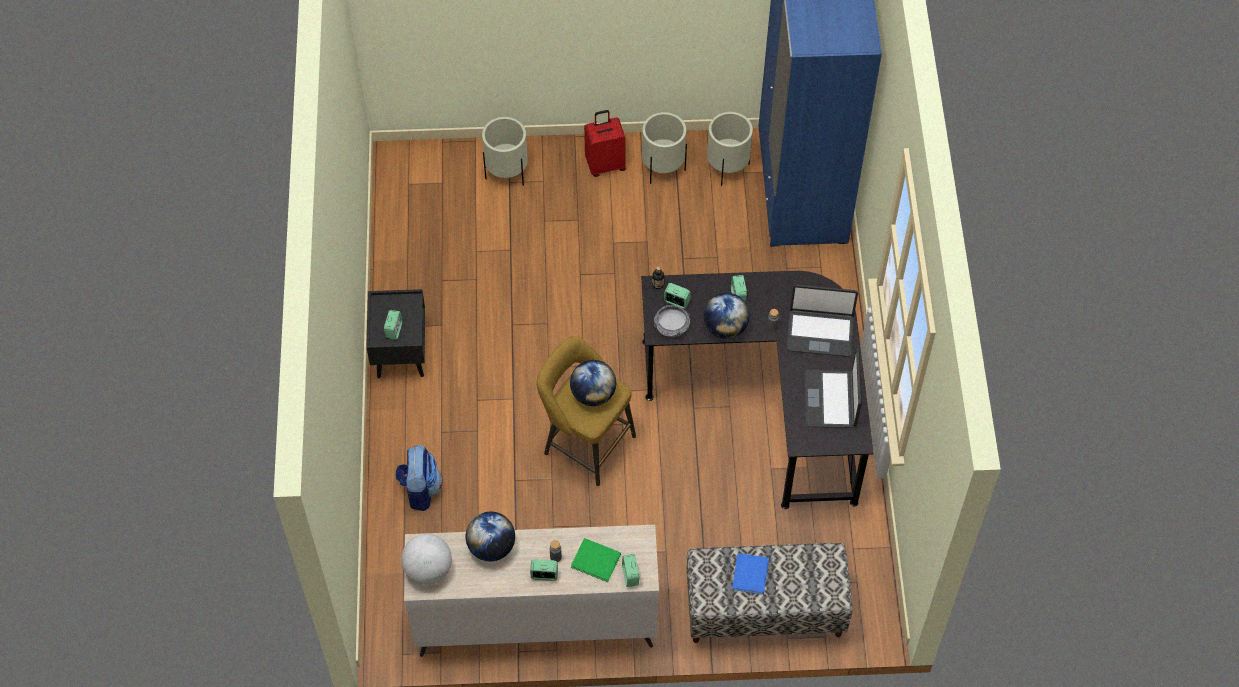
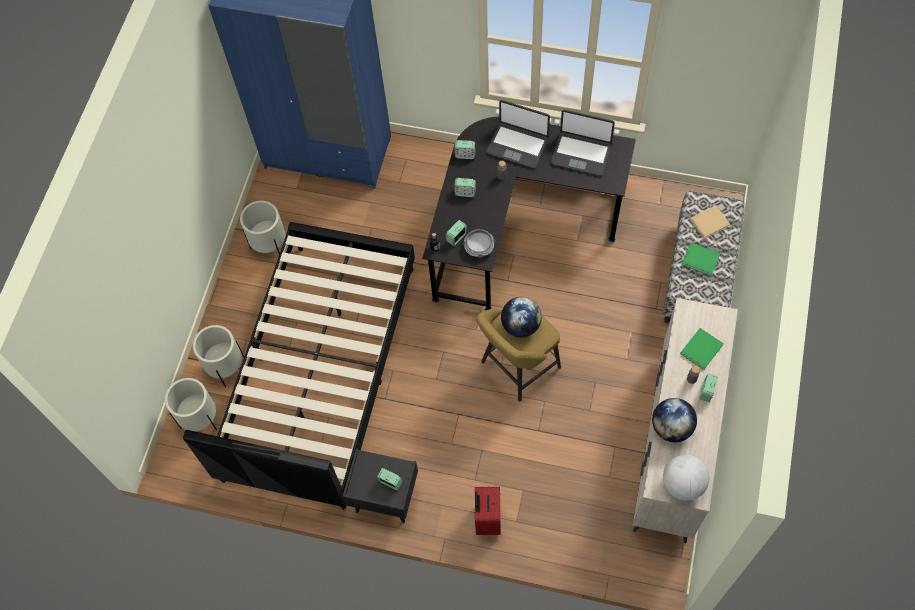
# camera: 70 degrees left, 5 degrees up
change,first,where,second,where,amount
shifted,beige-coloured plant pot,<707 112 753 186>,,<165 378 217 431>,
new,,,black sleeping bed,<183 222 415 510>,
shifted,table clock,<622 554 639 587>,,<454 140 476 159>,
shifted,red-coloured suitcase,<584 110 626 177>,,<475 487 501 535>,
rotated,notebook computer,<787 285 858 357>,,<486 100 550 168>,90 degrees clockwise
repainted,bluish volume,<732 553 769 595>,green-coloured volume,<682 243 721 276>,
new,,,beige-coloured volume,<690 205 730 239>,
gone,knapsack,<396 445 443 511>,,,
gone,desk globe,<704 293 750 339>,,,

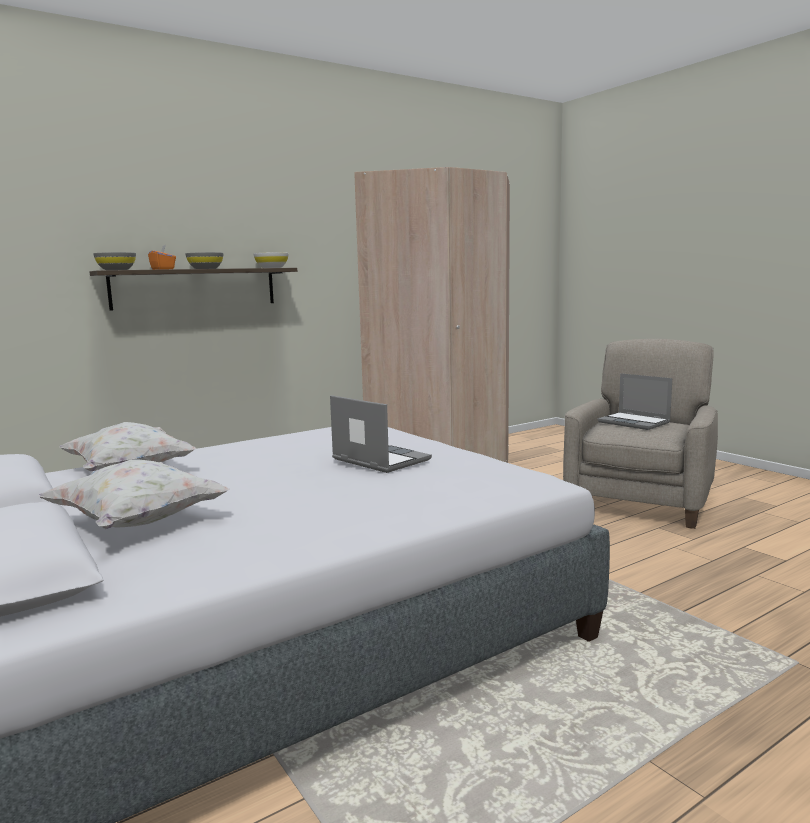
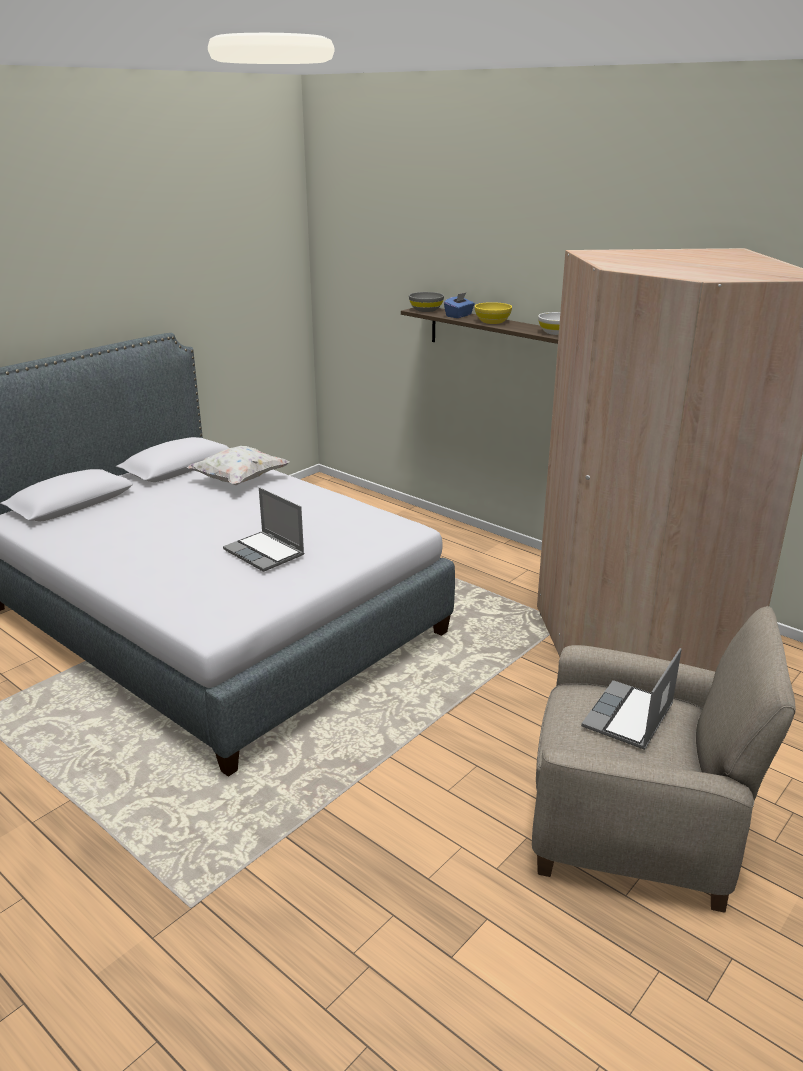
# camera: 75 degrees right, 15 degrees up
change,first,where,second,where,amount
rotated,notebook computer,<330 395 432 473>,,<223 487 304 572>,105 degrees clockwise
repainted,orangey box of tissues,<148 245 176 270>,bluish box of tissues,<444 293 475 318>,
repainted,gray deep dish,<186 252 223 269>,yellowish deep dish,<475 302 512 324>,
gone,whitish cushion,<39 460 229 529>,,,

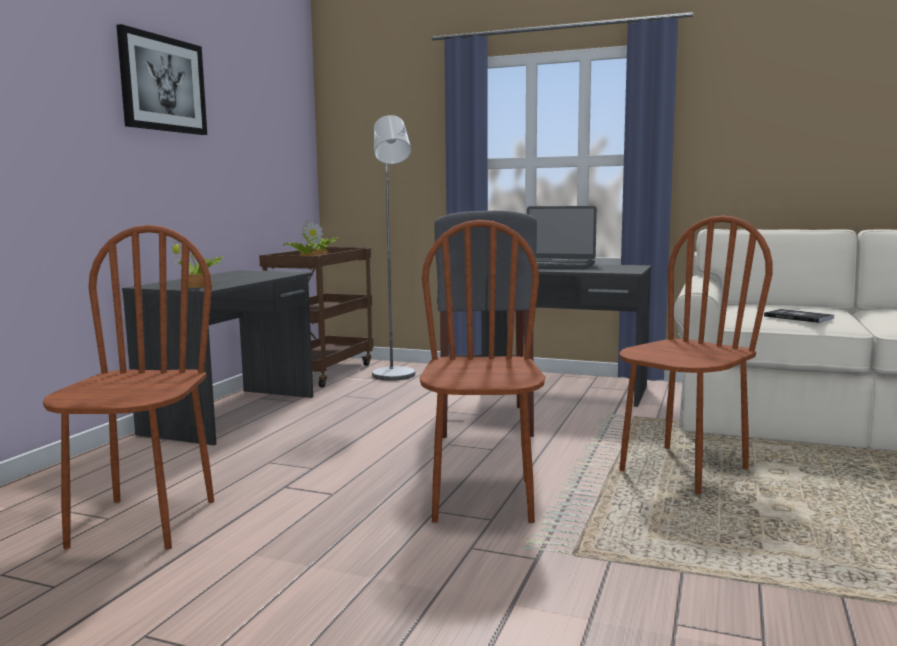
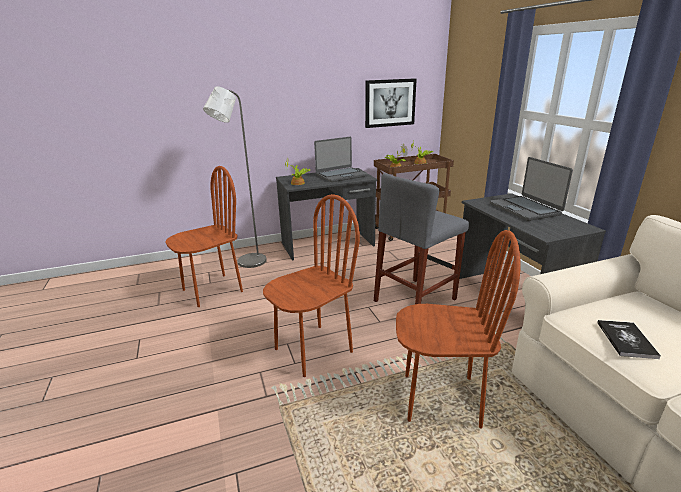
# camera: 50 degrees right, 15 degrees up
change,first,where,second,where,amount
shifted,gray floor lamp,<372 115 415 381>,,<203 86 267 268>,
new,,,notebook computer,<314 137 368 182>,
shifted,picture,<116 24 207 135>,,<365 78 417 128>,

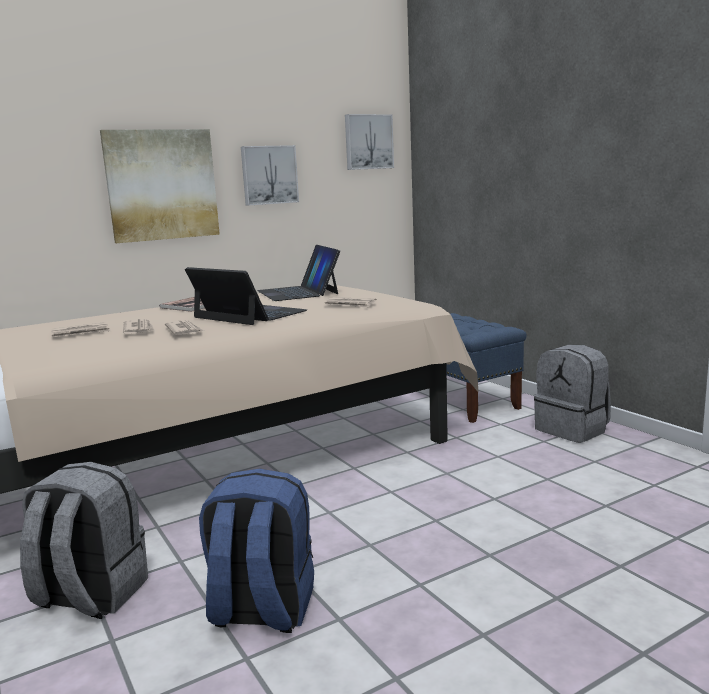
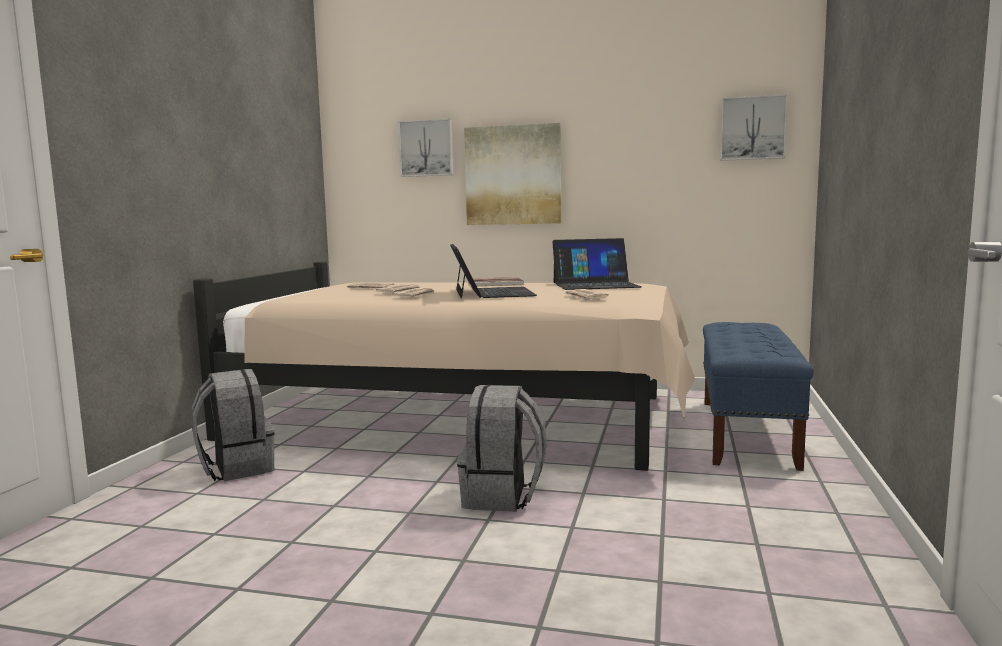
# camera: 45 degrees right, 5 degrees down
change,first,where,second,where,amount
shifted,picture,<241 145 299 206>,,<398 119 454 177>,
shifted,gray knapsack,<534 345 611 443>,,<457 385 547 512>,
rotated,notebook computer,<257 245 340 301>,,<552 238 642 290>,120 degrees counterclockwise
gone,bluish knapsack,<199 469 314 633>,,,

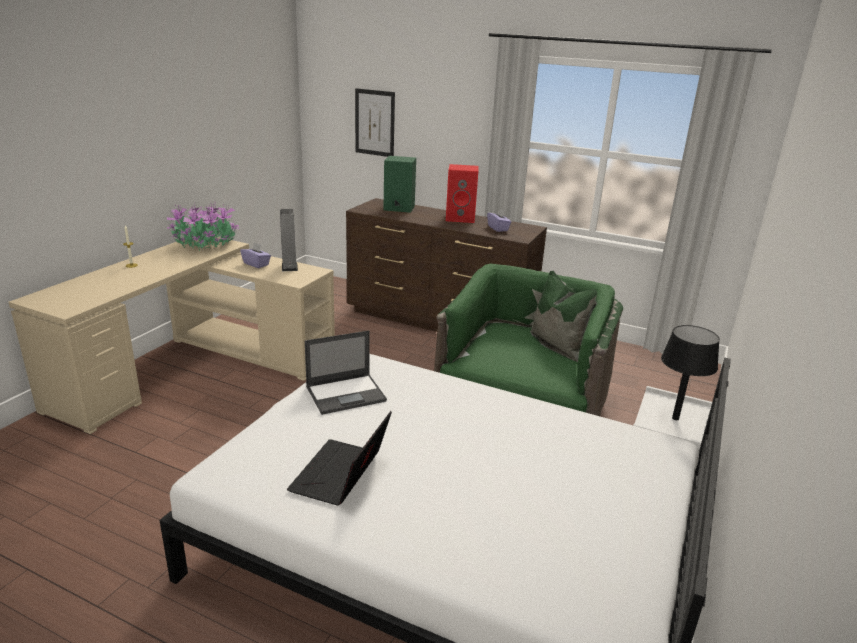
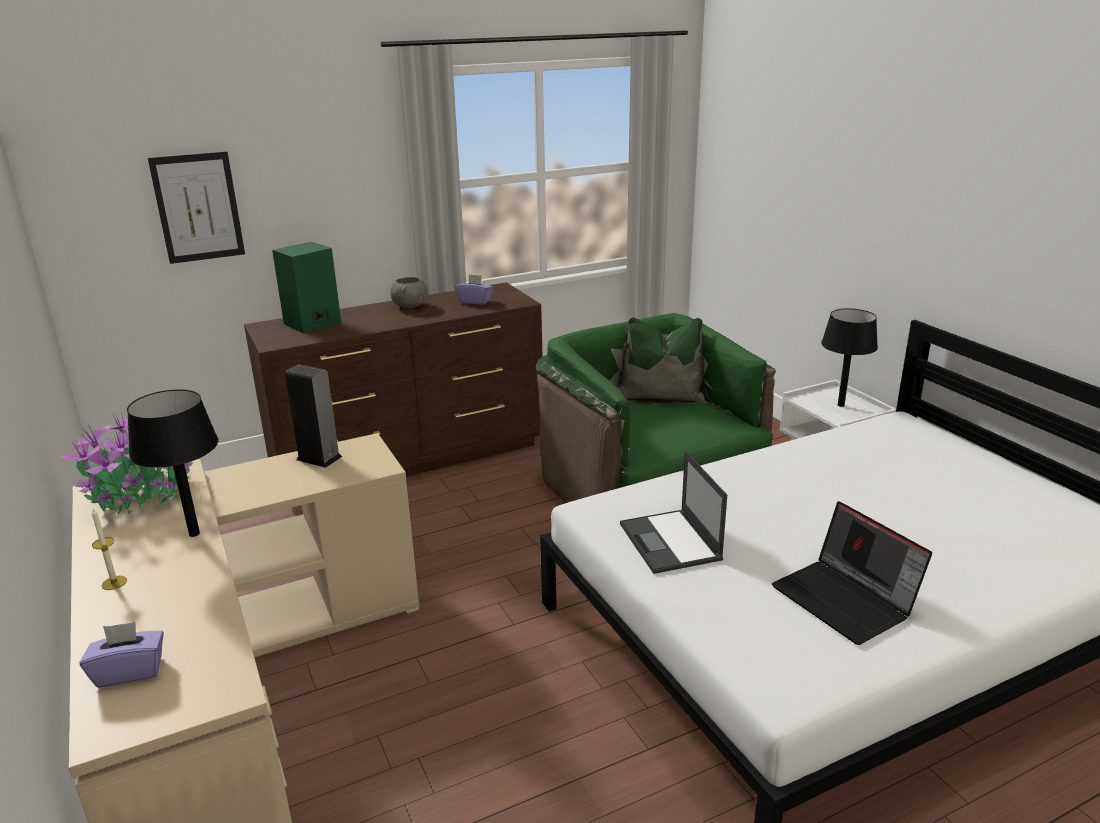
# camera: 50 degrees left, 0 degrees up
change,first,where,second,where,amount
shifted,purplish box of tissues,<240 243 271 268>,,<79 622 164 688>,
new,,,black lamp for a table,<127 389 218 537>,
swapped,red-coloured audio speaker,<446 164 479 223>,gray deep dish,<390 277 428 308>,
rotated,notebook computer,<305 330 387 415>,,<620 451 727 574>,150 degrees clockwise

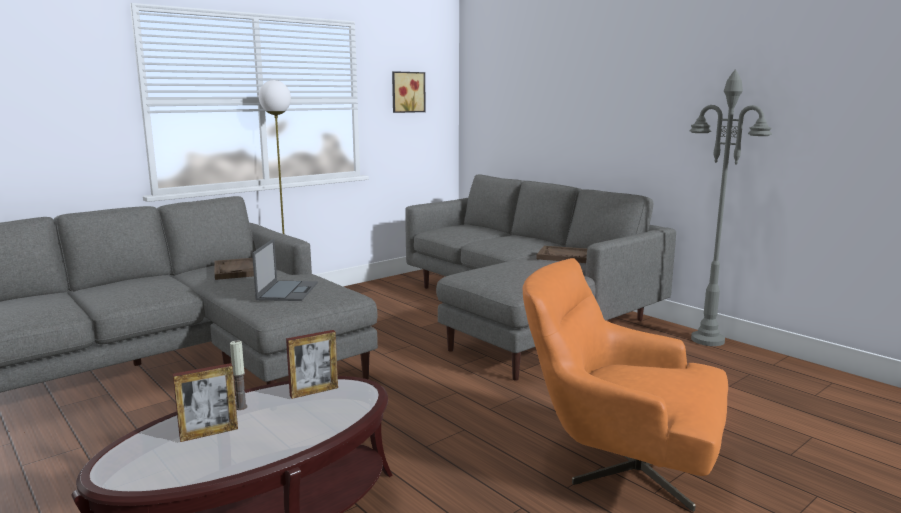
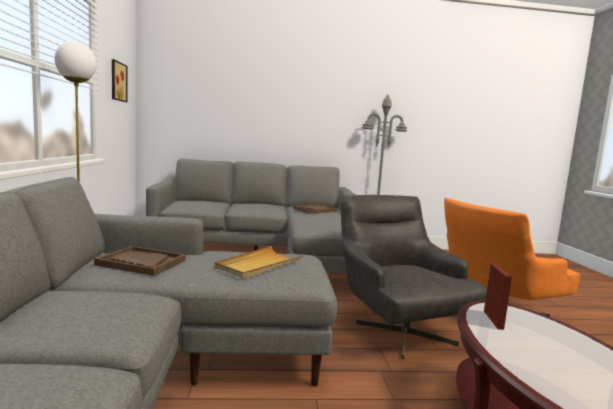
# camera: 55 degrees left, 5 degrees down
change,first,where,second,where,amount
swapped,notebook computer,<252 239 318 301>,beige-coloured serving tray,<215 246 303 279>,
new,,,gray easy chair,<340 195 487 359>,
gone,photo frame,<173 363 238 442>,,,
gone,wax candle,<230 340 248 410>,,,

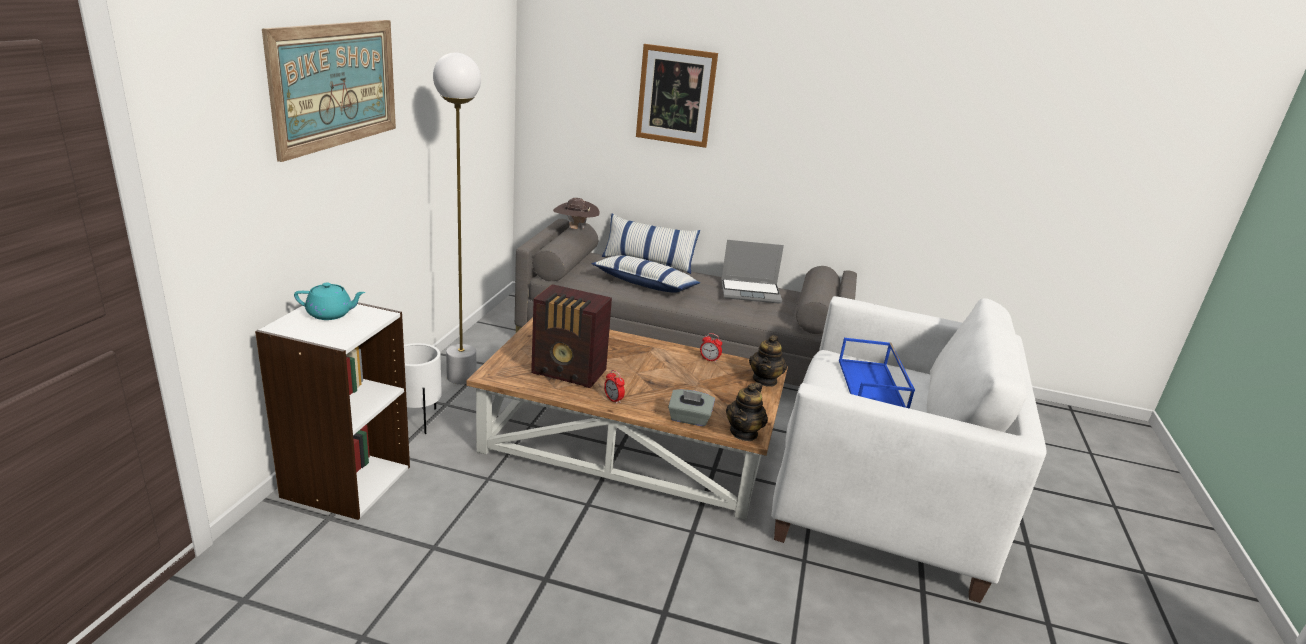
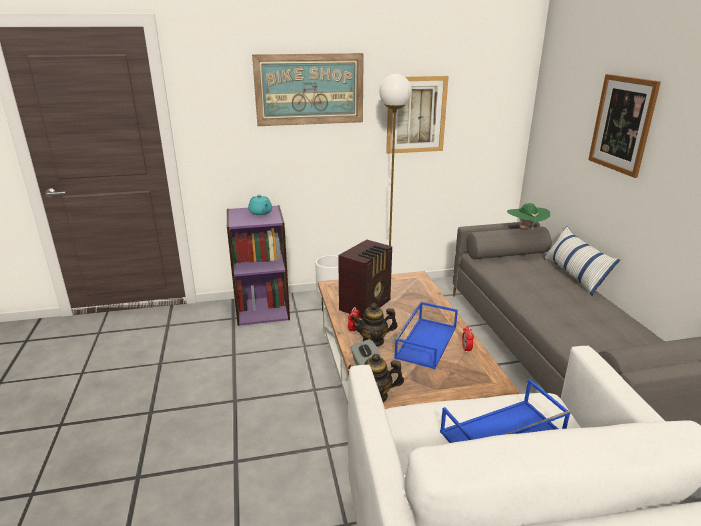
# camera: 65 degrees right, 0 degrees up
change,first,where,second,where,amount
repainted,whitish shelving unit,<255 302 410 520>,purplish shelving unit,<227 205 290 326>,
rotated,radio,<531 284 612 388>,,<338 240 393 319>,135 degrees counterclockwise
shifted,pot for tea,<749 335 787 387>,,<350 303 398 347>,
new,,,picture,<386 76 449 154>,
new,,,bluish serving tray,<394 302 458 369>,
repainted,brown wearable hat,<553 198 600 229>,green-coloured wearable hat,<507 203 550 230>,
gone,cushion,<591 255 700 293>,,,
gone,notebook computer,<721 240 784 304>,,,

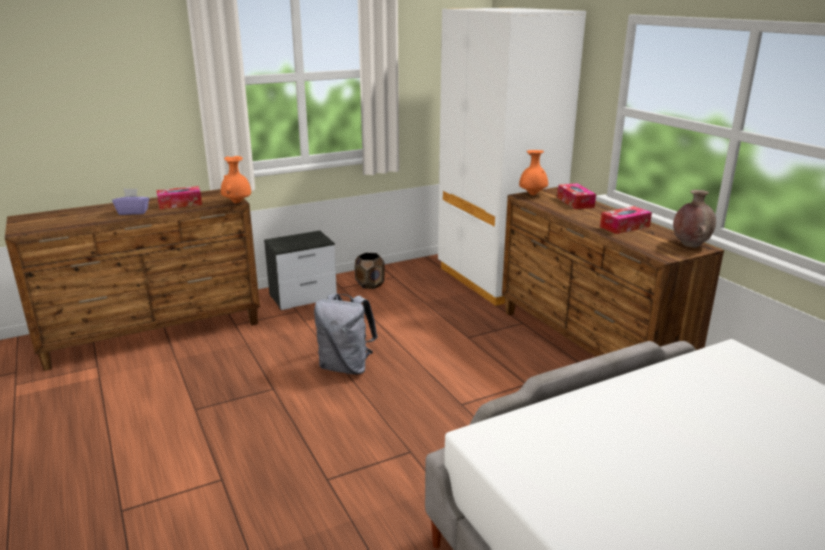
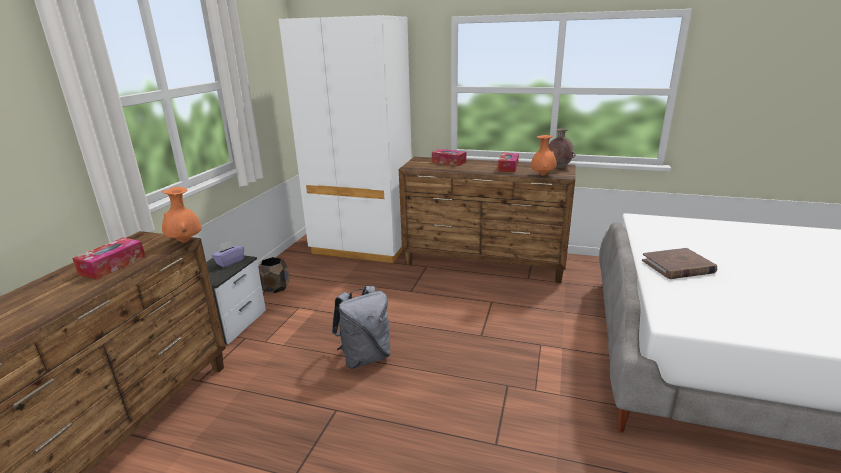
# camera: 45 degrees left, 0 degrees up
change,first,where,second,where,amount
shifted,purplish box of tissues,<112 188 149 215>,,<212 241 244 267>,
shifted,orangey flower vase,<519 150 548 195>,,<530 135 557 176>,
new,,,brown volume,<642 248 717 279>,

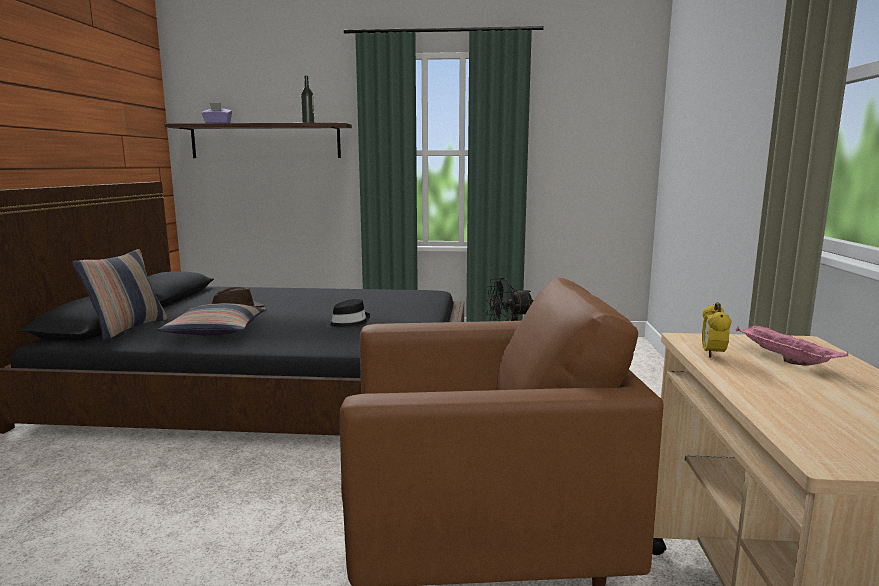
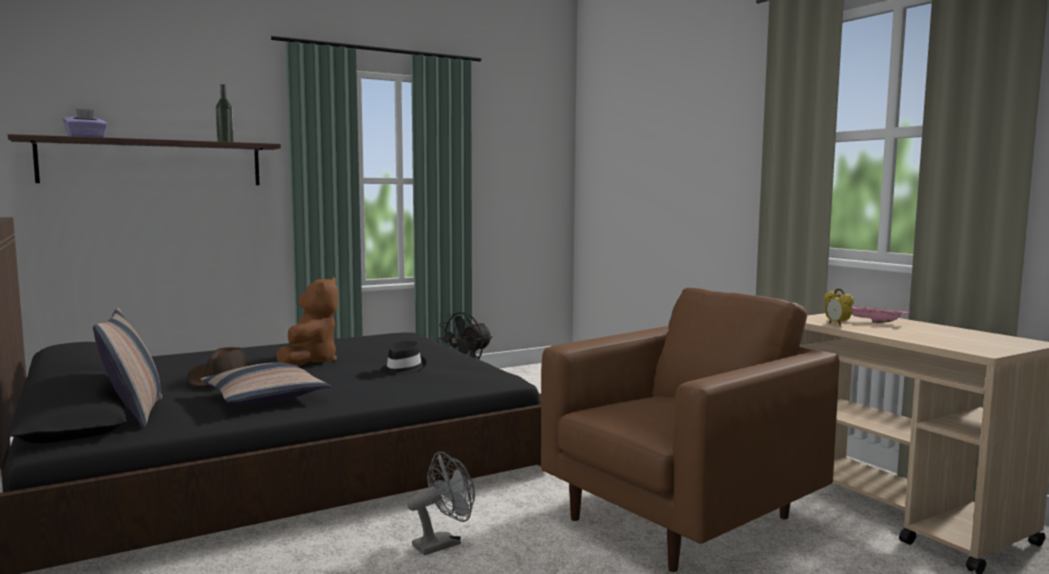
# camera: 35 degrees left, 5 degrees down
change,first,where,second,where,amount
new,,,brown plush toy,<276 277 338 367>,
new,,,gray electric fan,<407 452 475 555>,

